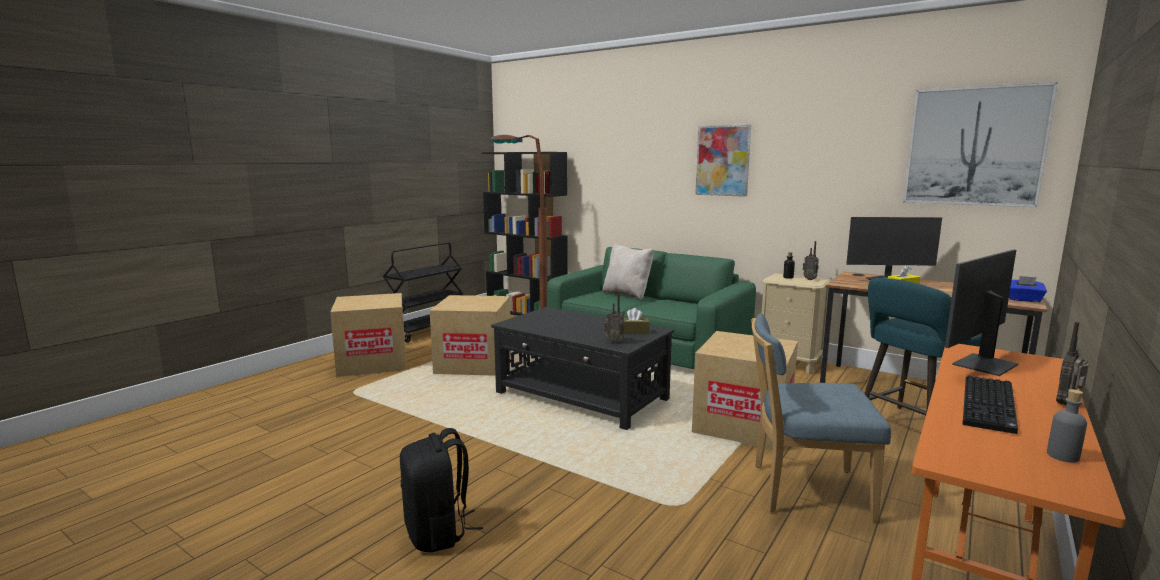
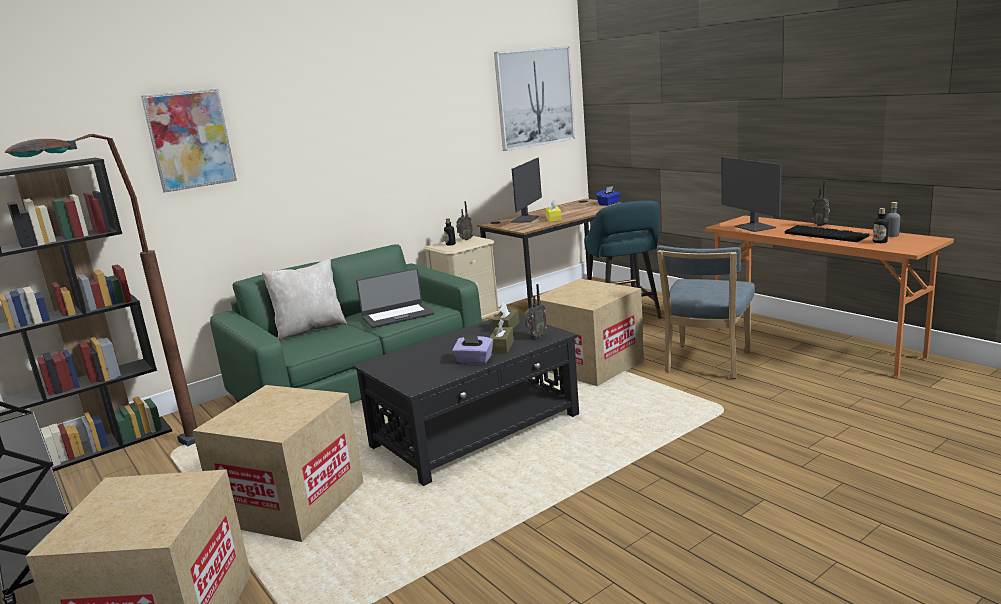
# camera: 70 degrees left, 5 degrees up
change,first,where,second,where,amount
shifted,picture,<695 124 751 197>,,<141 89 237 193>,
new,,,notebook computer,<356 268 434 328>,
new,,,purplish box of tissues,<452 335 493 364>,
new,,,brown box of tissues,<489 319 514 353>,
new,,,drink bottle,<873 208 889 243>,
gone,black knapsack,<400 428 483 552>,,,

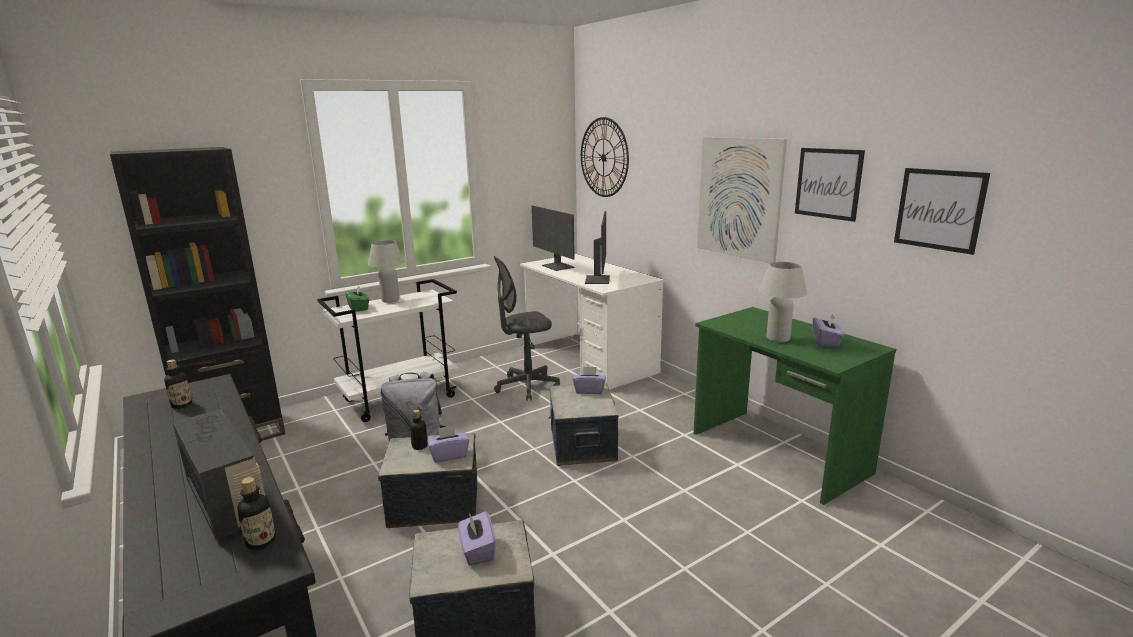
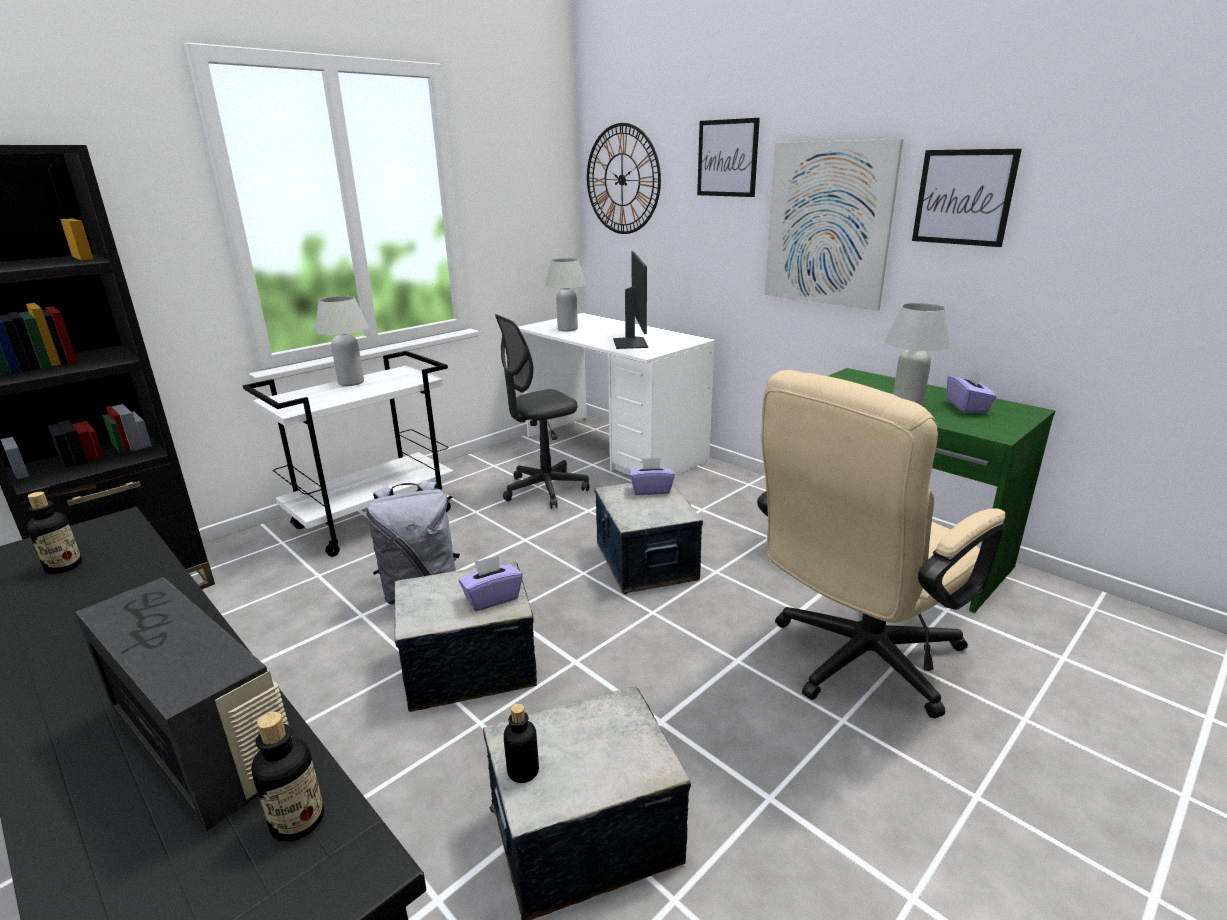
# camera: 10 degrees left, 5 degrees up
change,first,where,second,where,amount
shifted,drink bottle,<410 410 428 450>,,<504 703 539 783>,
swapped,computer screen,<532 206 575 271>,whitish lamp for a table,<545 258 586 331>,
shifted,picture,<894 168 990 255>,,<697 118 760 197>,
new,,,beige-coloured office chair,<757 370 1005 719>,
gone,green-coloured box of tissues,<345 286 369 312>,,,
gone,purplish box of tissues,<458 511 496 565>,,,

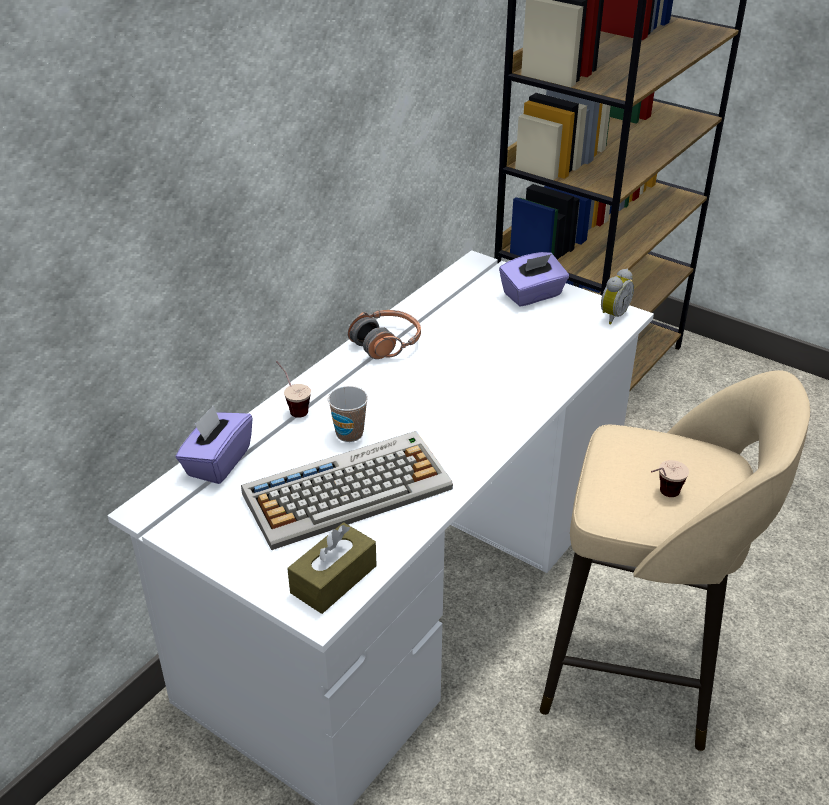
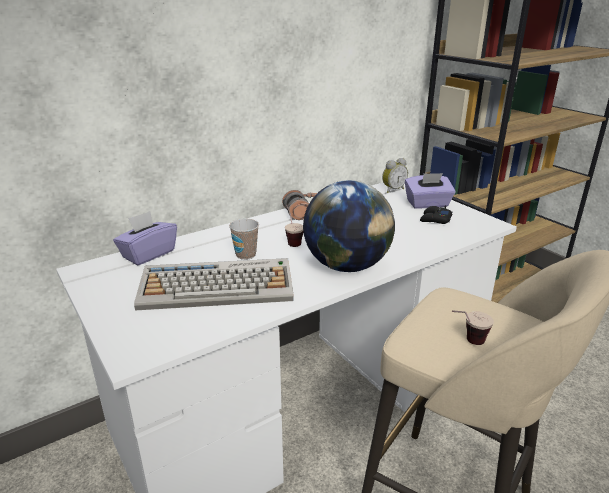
# camera: 20 degrees right, 10 degrees down
change,first,where,second,where,amount
shifted,small cup,<276 361 311 418>,,<285 205 303 247>,
new,,,desk globe,<303 180 395 272>,
shifted,table clock,<601 269 634 324>,,<382 158 408 193>,
new,,,black gamepad,<420 206 452 224>,
gone,brown box of tissues,<287 522 377 614>,,,

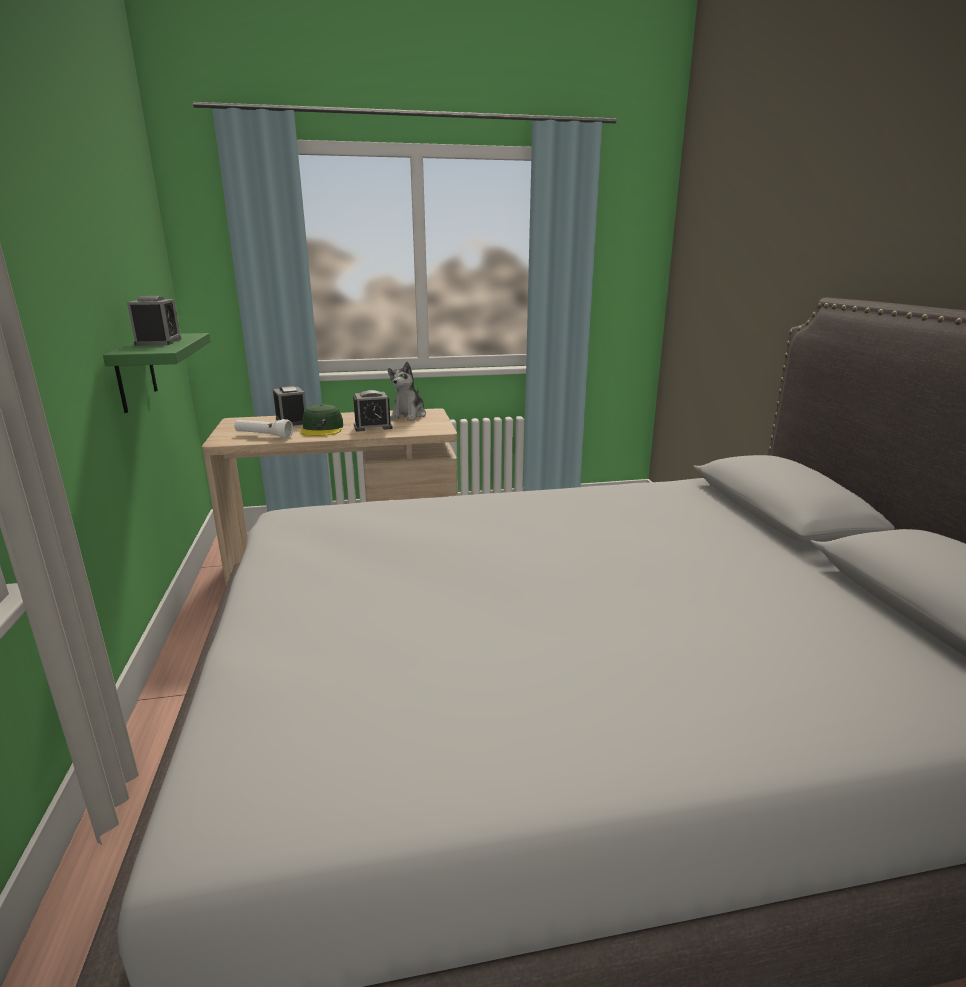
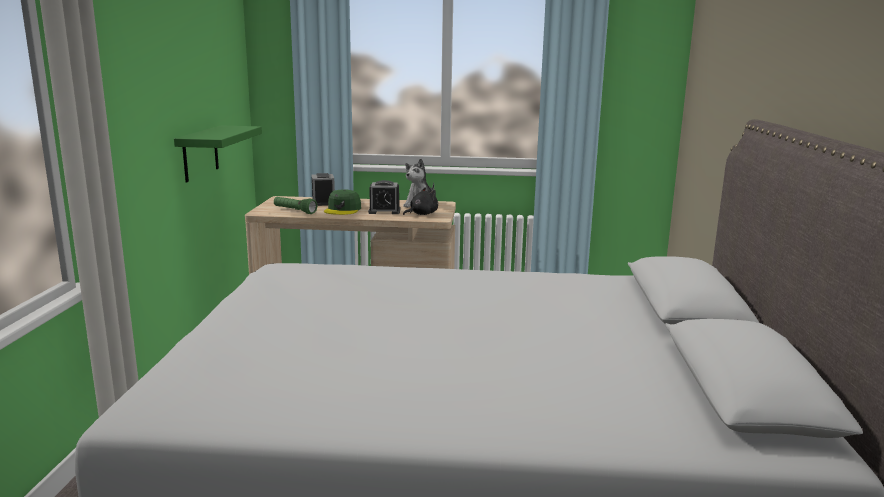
# camera: 15 degrees right, 5 degrees down
change,first,where,second,where,amount
repainted,whitish hand torch,<234 419 293 438>,green-coloured hand torch,<274 197 317 214>,
new,,,black plush toy,<403 188 438 215>,
gone,table clock,<127 296 181 346>,,,

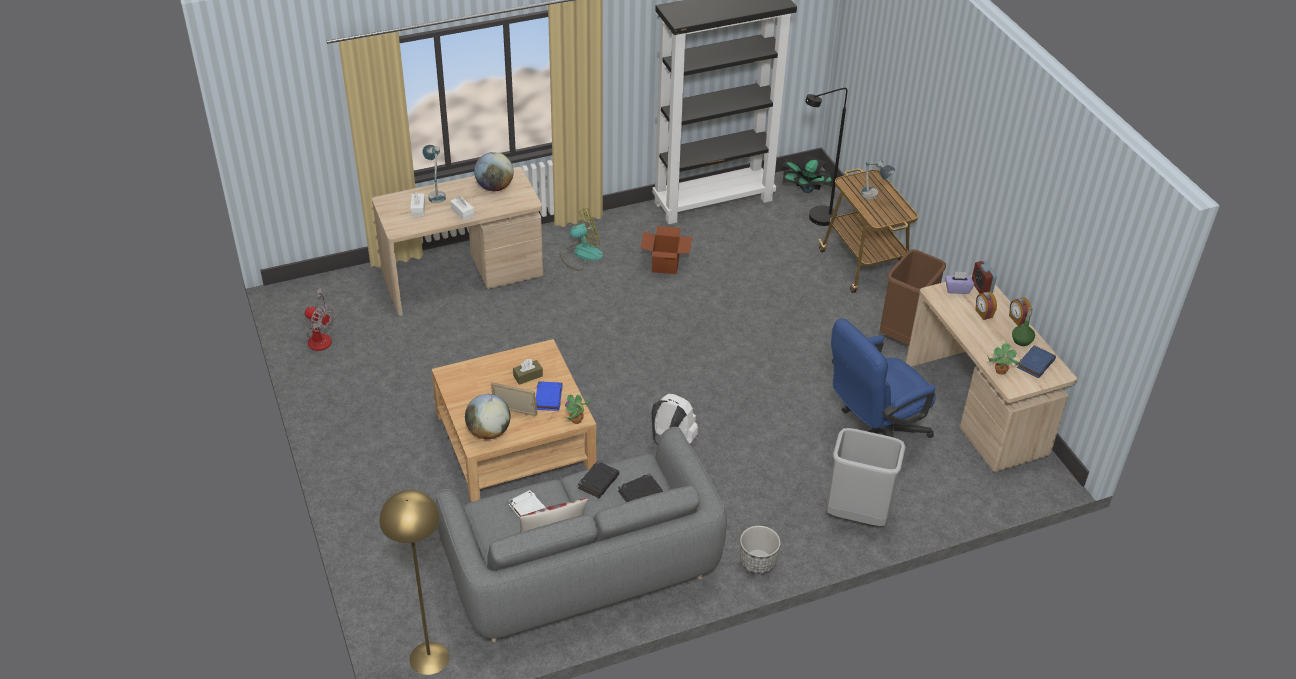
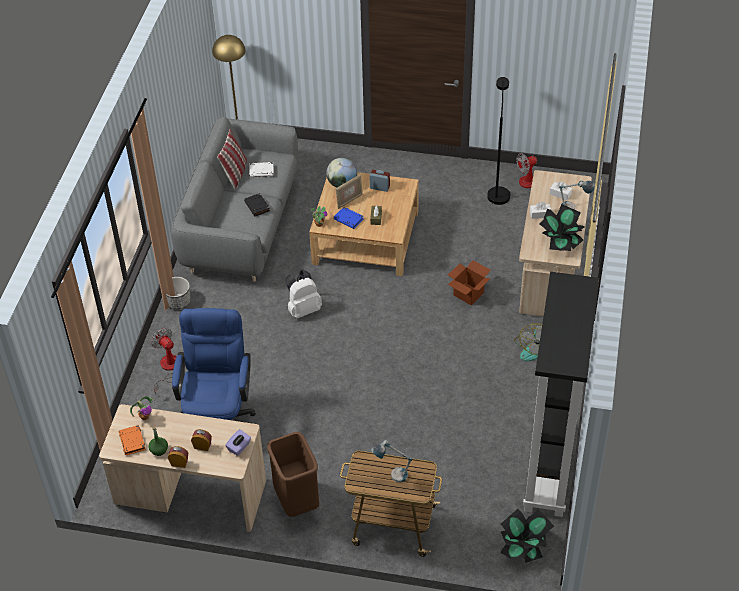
# camera: 125 degrees right, 5 degrees up
change,first,where,second,where,amount
repainted,bluish volume,<1017 345 1056 378>,orangey volume,<119 425 146 455>,
swapped,gray rubbish bin,<826 428 905 526>,electric fan,<151 328 177 394>,
shifted,table clock,<972 261 997 294>,,<370 170 390 192>,
shifted,carton,<641 226 692 274>,,<448 260 491 305>,
shifted,black floor lamp,<805 88 847 226>,,<487 77 510 205>,
swapped,desk globe,<474 152 514 191>,houseplant,<539 204 585 251>,
gone,black volume,<618 473 663 502>,,,

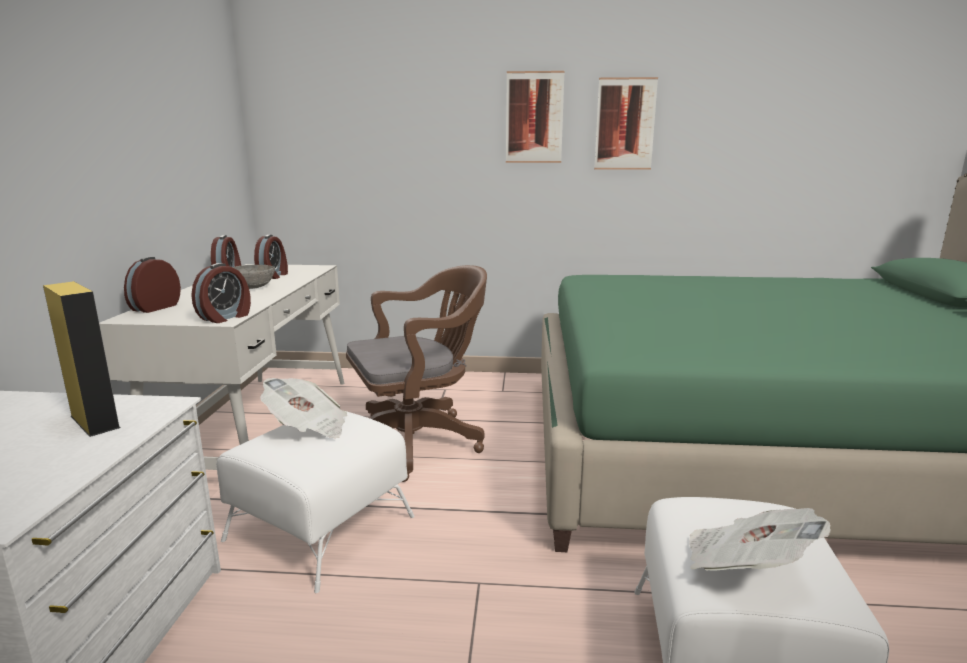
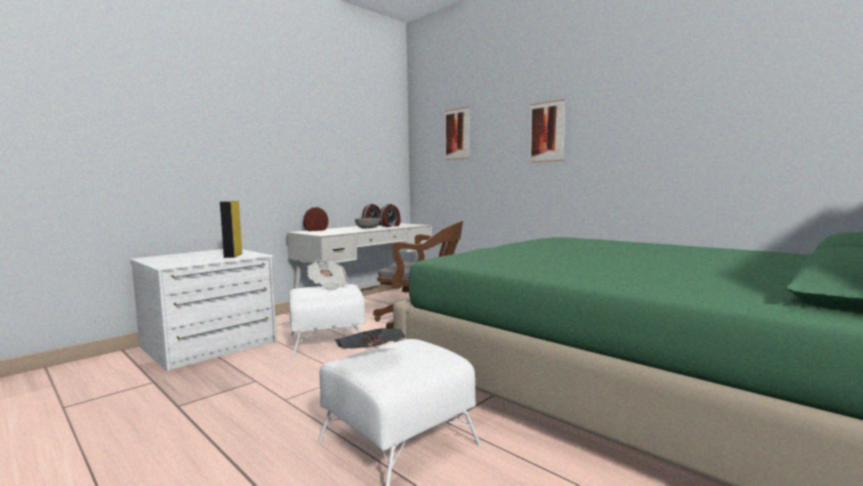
# camera: 40 degrees right, 10 degrees down
change,first,where,second,where,amount
shifted,picture,<594 77 658 170>,,<444 107 470 160>,
gone,table clock,<191 263 251 323>,,,

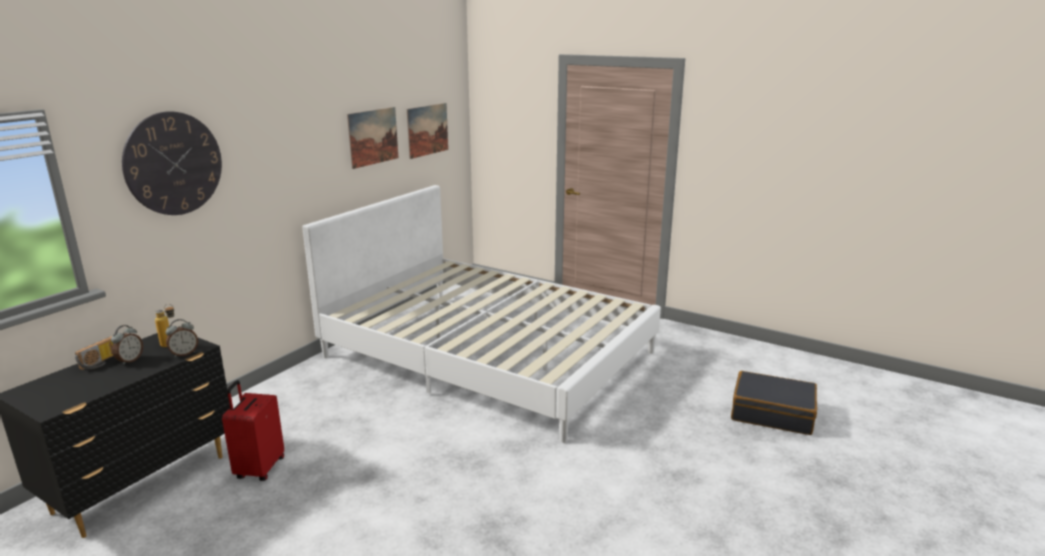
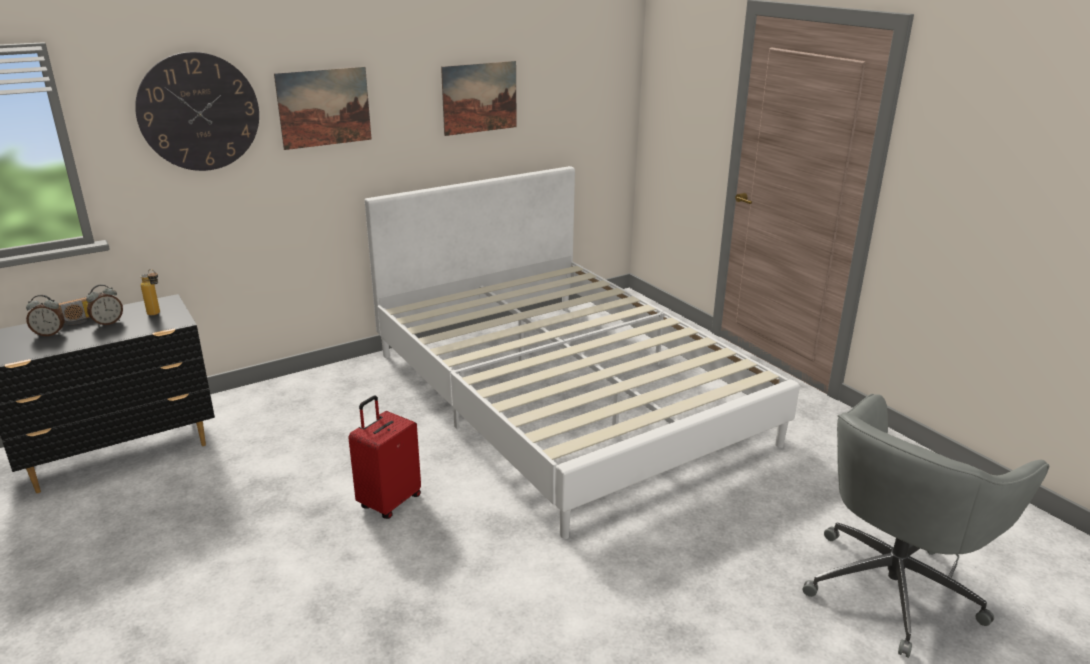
# camera: 25 degrees right, 5 degrees up
change,first,where,second,where,amount
shifted,table clock,<165 319 198 357>,,<26 295 65 336>,
shifted,picture,<407 103 448 159>,,<274 67 372 150>,
shifted,red-coloured suitcase,<222 380 284 481>,,<348 396 421 519>,
swapped,black suitcase,<731 371 817 435>,gray office chair,<802 394 1049 658>,

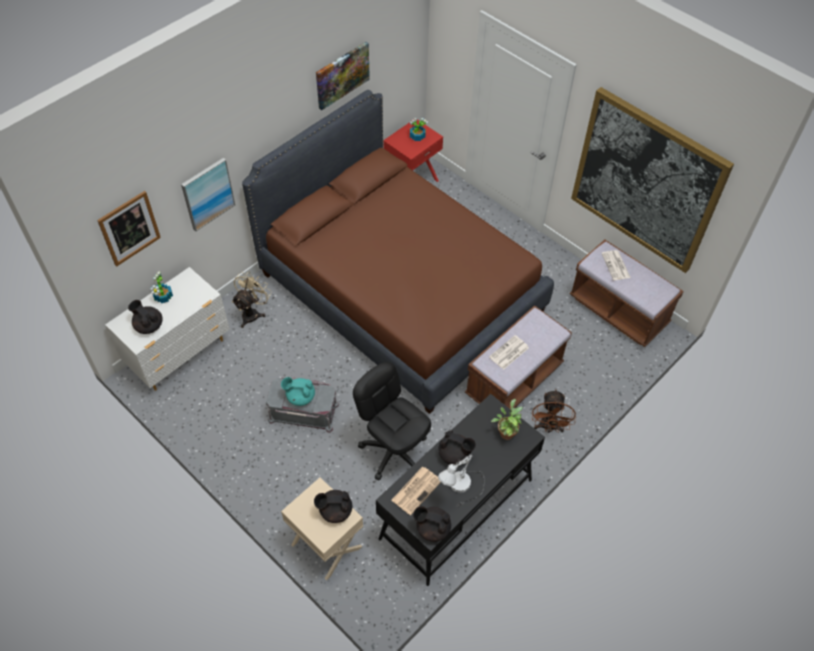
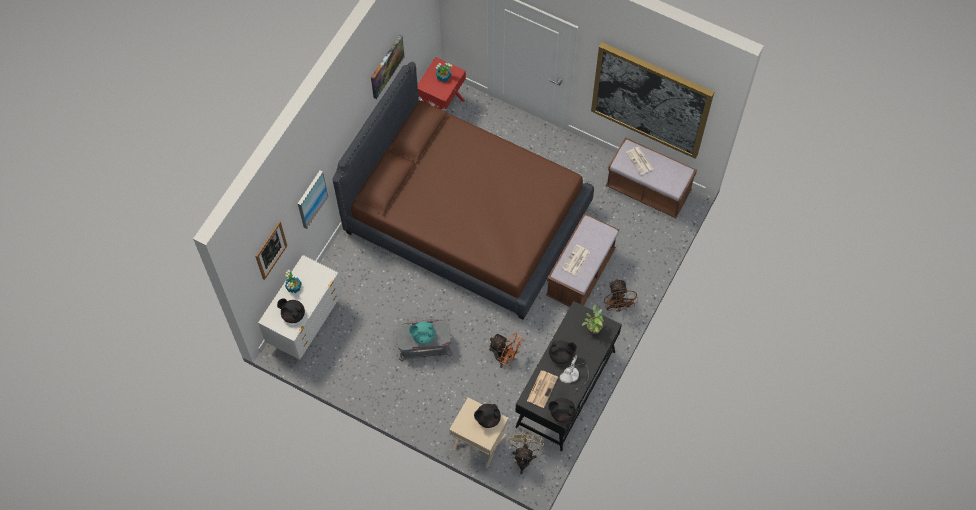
# camera: 15 degrees left, 10 degrees up
change,first,where,second,where,amount
swapped,black office chair,<353 362 431 480>,orangey electric fan,<488 333 523 368>,
shifted,beige-coloured electric fan,<232 271 272 328>,,<508 430 544 474>,

